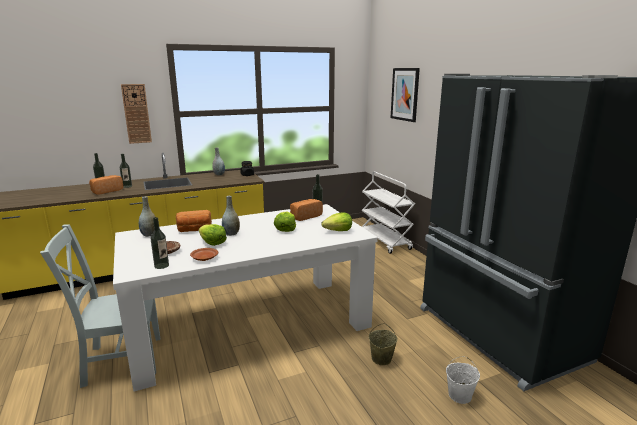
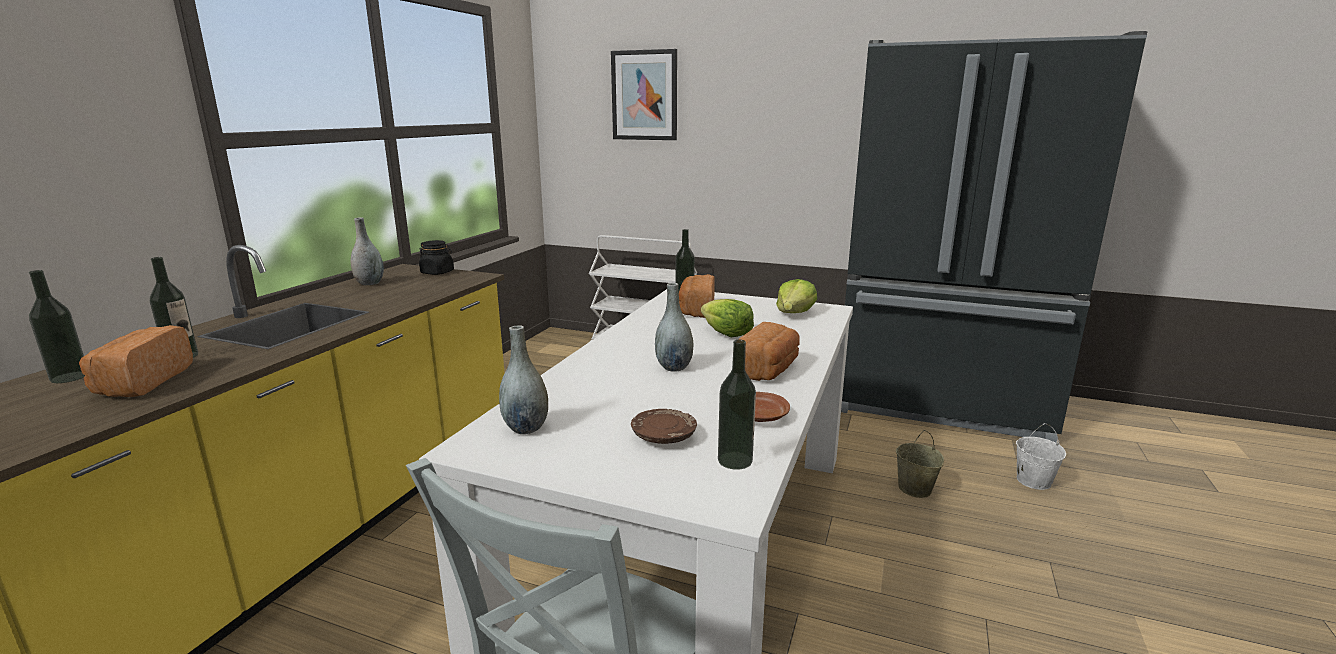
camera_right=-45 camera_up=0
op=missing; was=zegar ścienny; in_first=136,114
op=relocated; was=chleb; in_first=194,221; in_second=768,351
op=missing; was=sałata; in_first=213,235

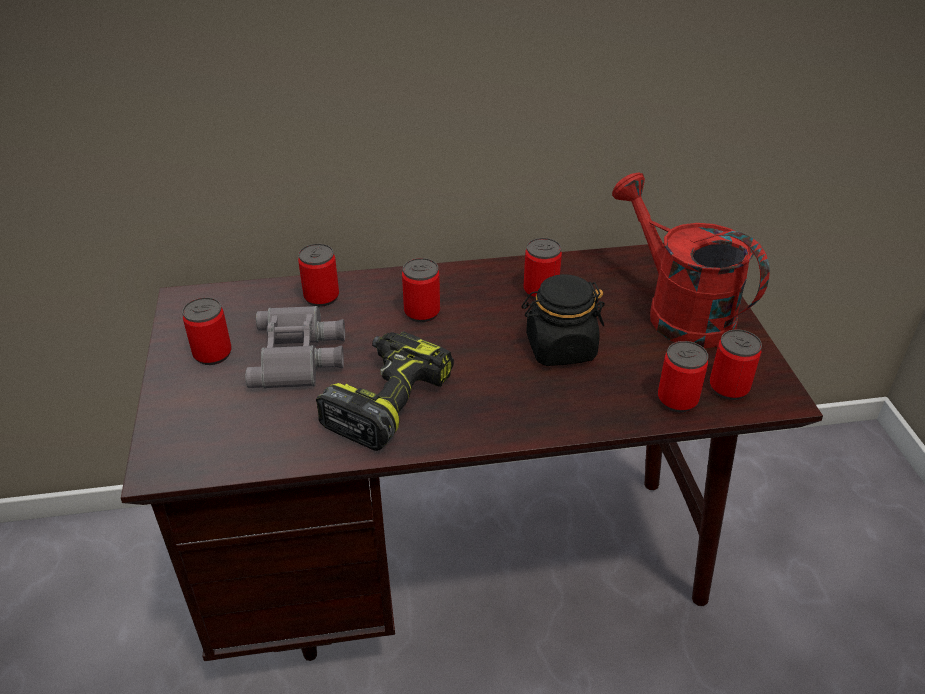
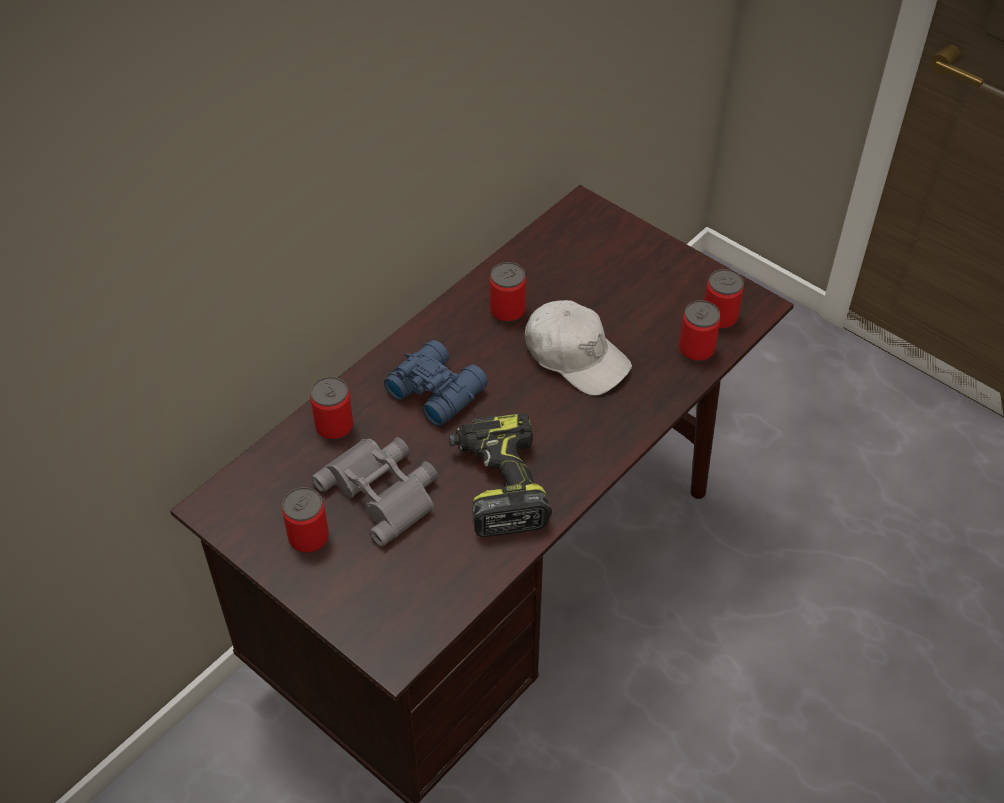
camera_right=-40 camera_up=10
op=missing; was=konewka/czerwony; in_first=691,260
op=exchanged; was=puszka; now=lornetka/niebieski; in_first=421,290; in_second=436,383
op=exchanged; was=słoik/czarny; now=czapka z daszkiem/biały; in_first=563,320; in_second=578,348

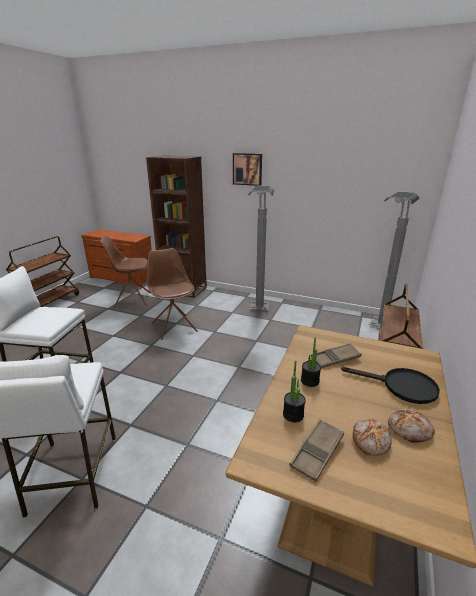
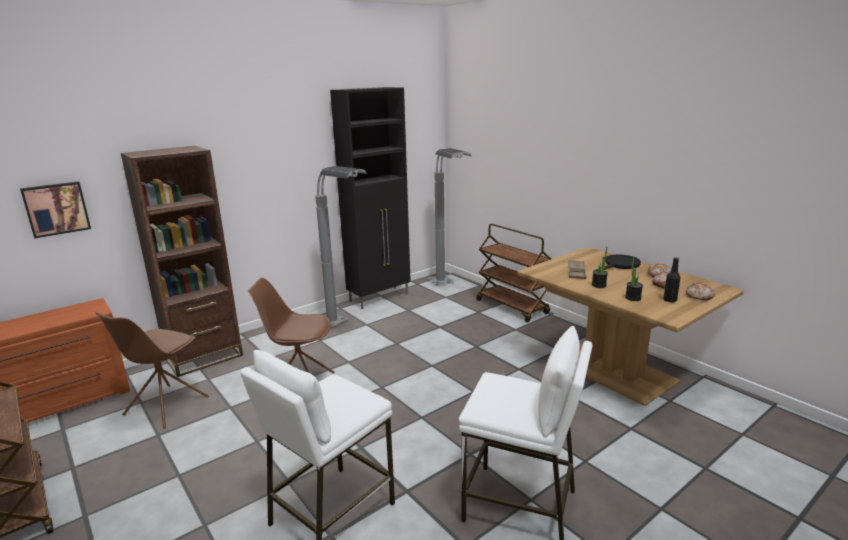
camera_right=-60 camera_up=-5
op=relocated; was=obraz; in_first=247,169; in_second=55,209
op=exchanged; was=taca/brązowy; now=butelka/czarny; in_first=316,450; in_second=671,279
op=appeared; now=szafka/czarny; in_second=370,198
op=appeared; now=chleb; in_second=700,291

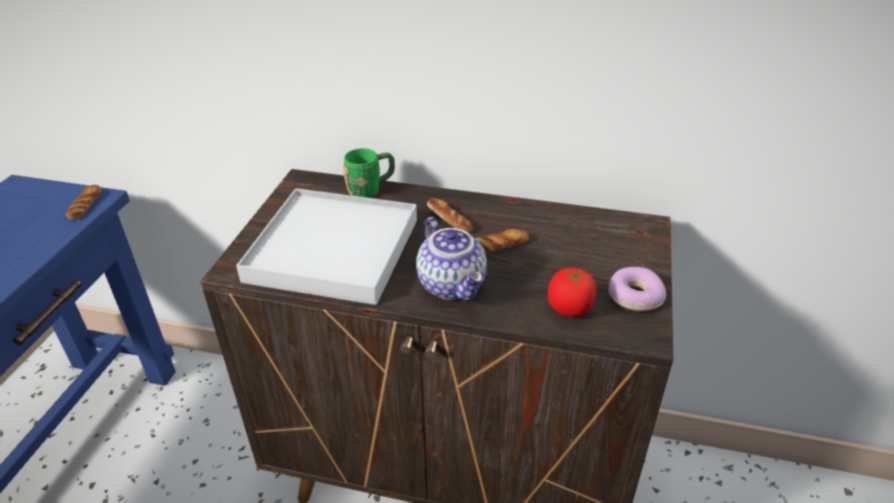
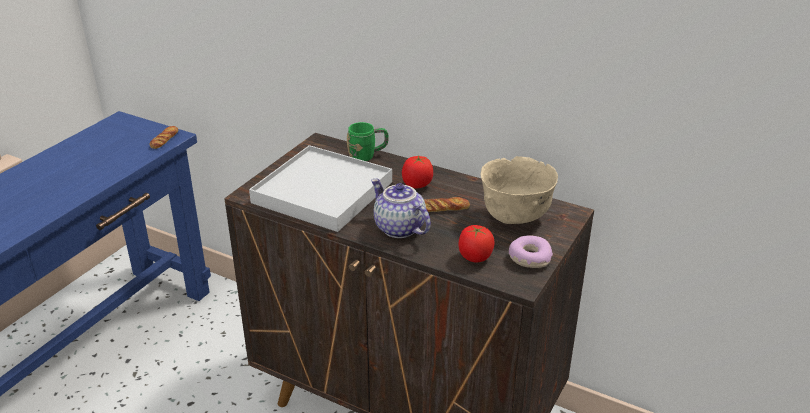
camera_right=15 camera_up=-5
op=exchanged; was=chleb; now=pomidor; in_first=450,215; in_second=417,171
op=spun; was=imbryk; in_first=451,259; in_second=401,208; clockwise=150
op=appeared; now=miska/beżowy; in_second=519,190

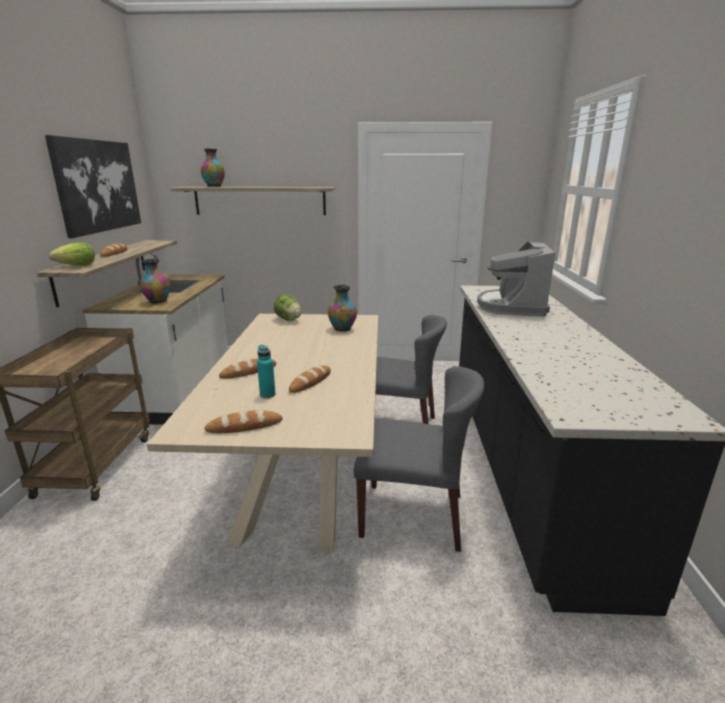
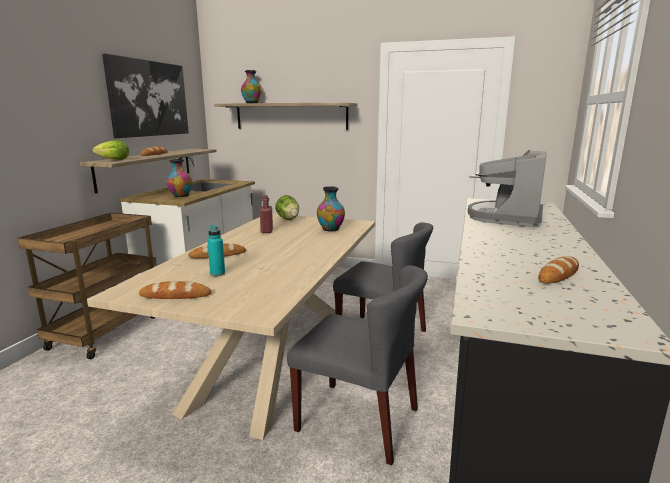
camera_right=15 camera_up=-5
op=relocated; was=chleb; in_first=310,379; in_second=558,270
op=appeared; now=butelka/czerwony; in_second=266,214

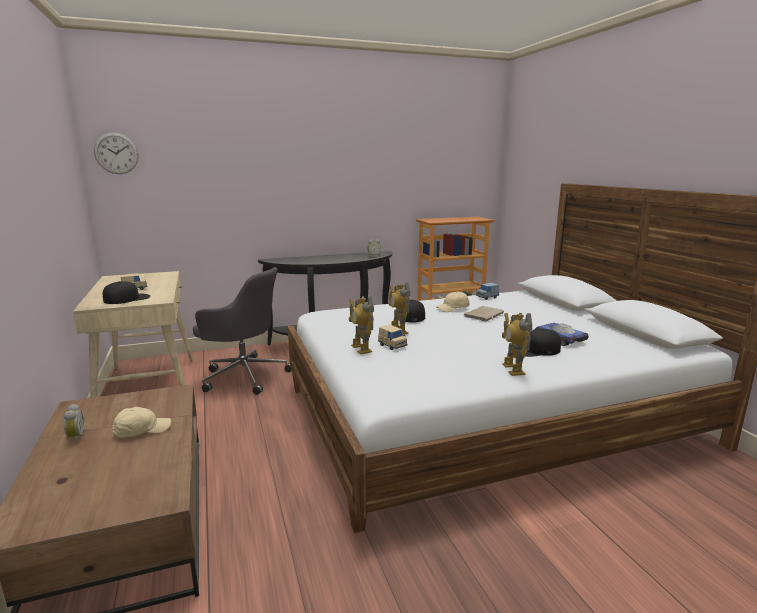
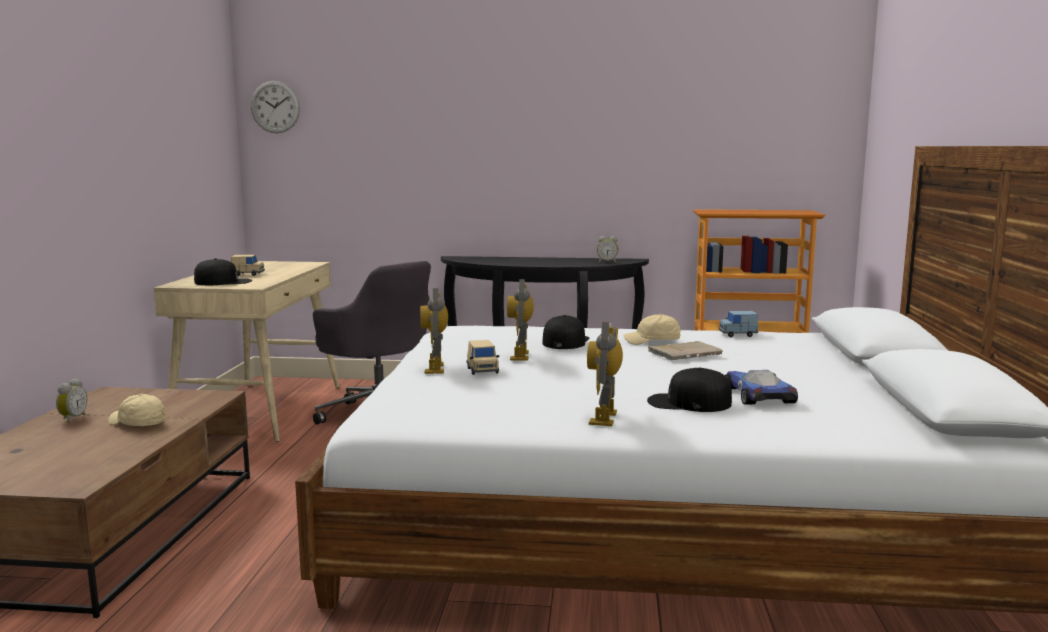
camera_right=25 camera_up=-5
op=spun; was=czapka z daszkiem/beżowy; in_first=141,422; in_second=137,410; clockwise=-150

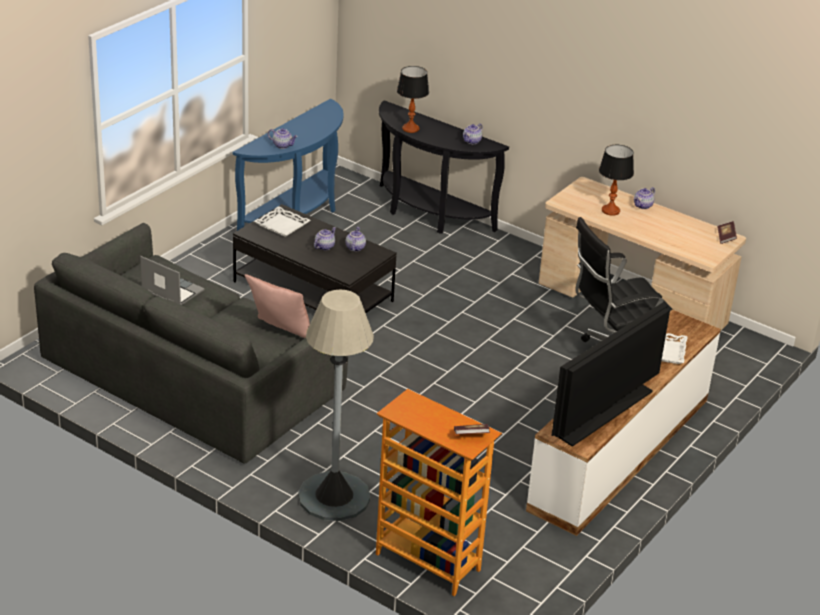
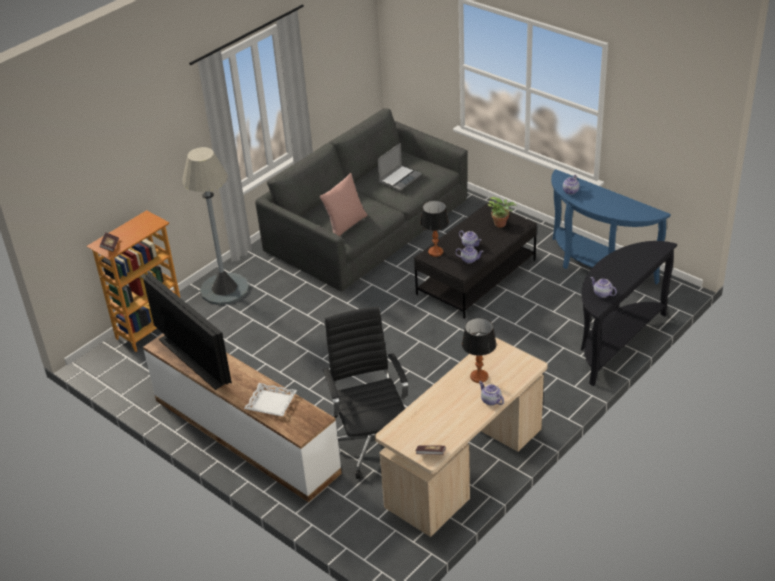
camera_right=100 camera_up=5
op=relocated; was=lampa stołowa; in_first=413,99; in_second=435,228
op=exchanged; was=taca/biały; now=roślina doniczkowa; in_first=282,221; in_second=502,212

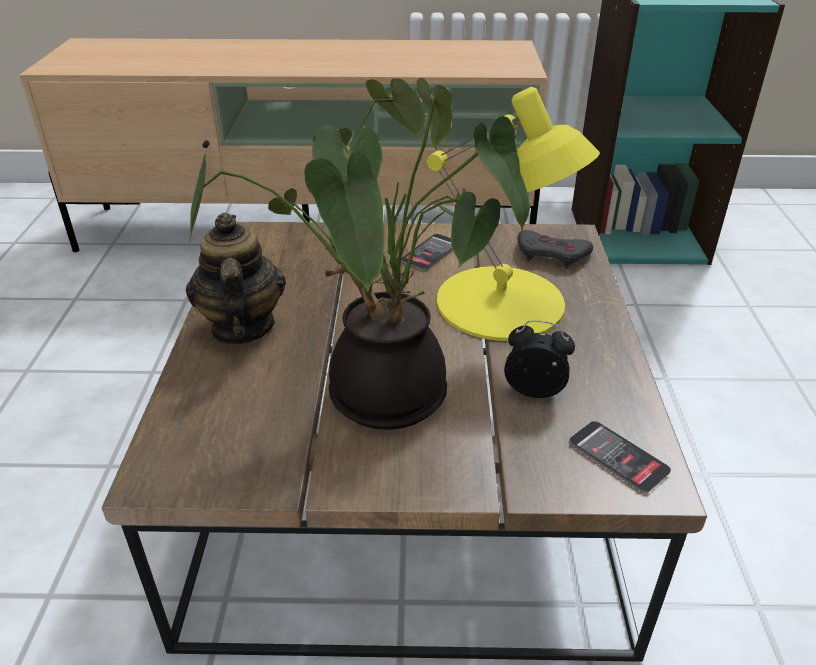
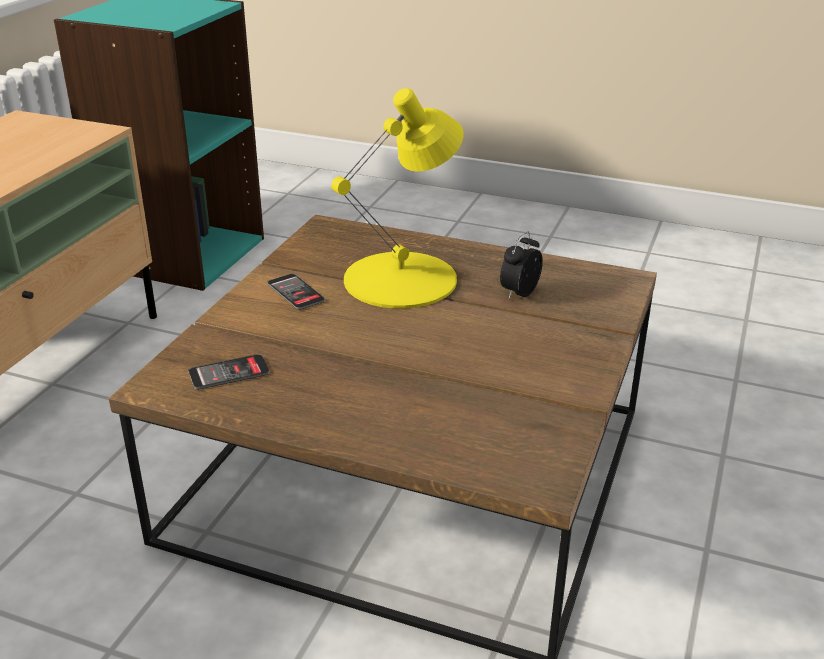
camera_right=-70 camera_up=-5
op=missing; was=roślina doniczkowa; in_first=359,254
op=missing; was=imbryk; in_first=236,279
op=missing; was=pad do gier/szary; in_first=555,249
op=relocated; was=telefon; in_first=620,457; in_second=229,372

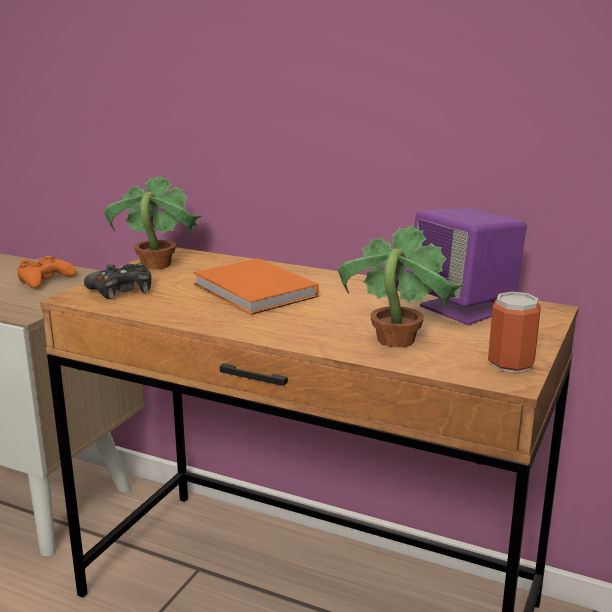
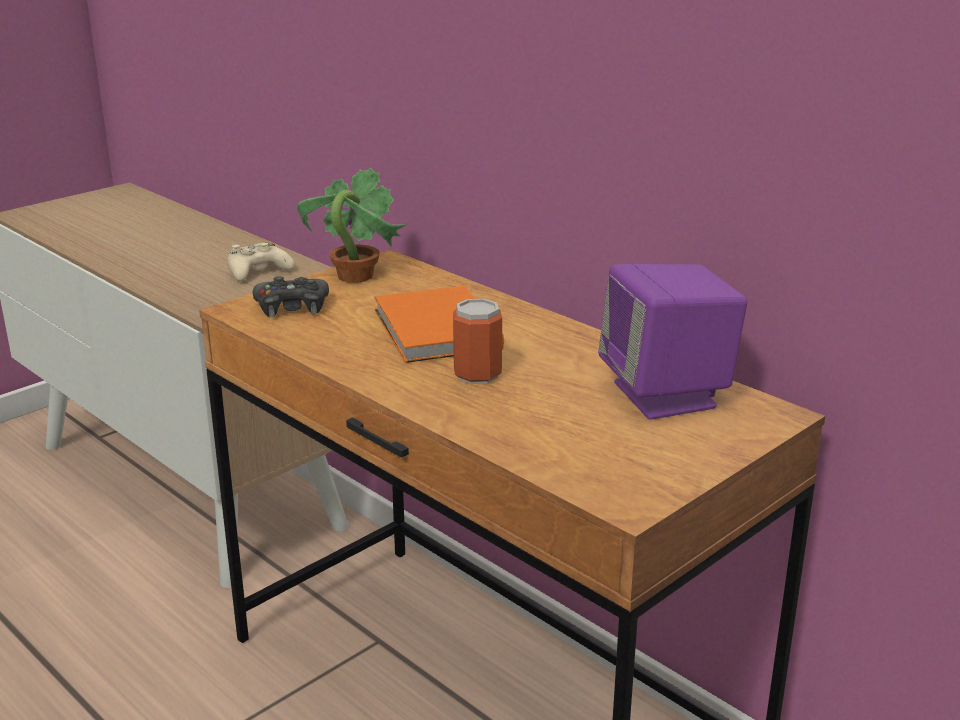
camera_right=20 camera_up=5
op=missing; was=roślina doniczkowa; in_first=401,286
op=colour; was=pad do gier/pomarańczowy; now=pad do gier/beżowy; in_first=47,272; in_second=261,261
op=relocated; was=puszka; in_first=514,332; in_second=477,341

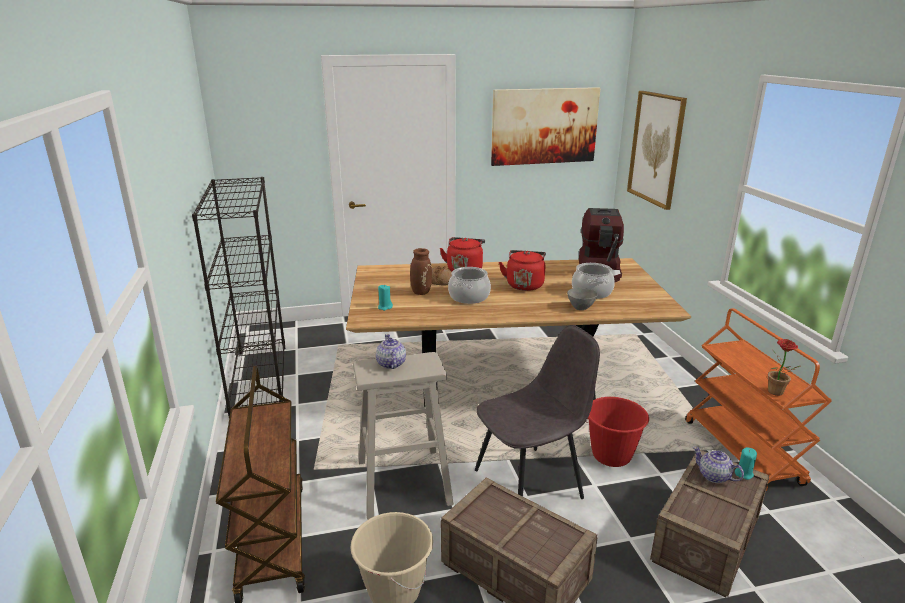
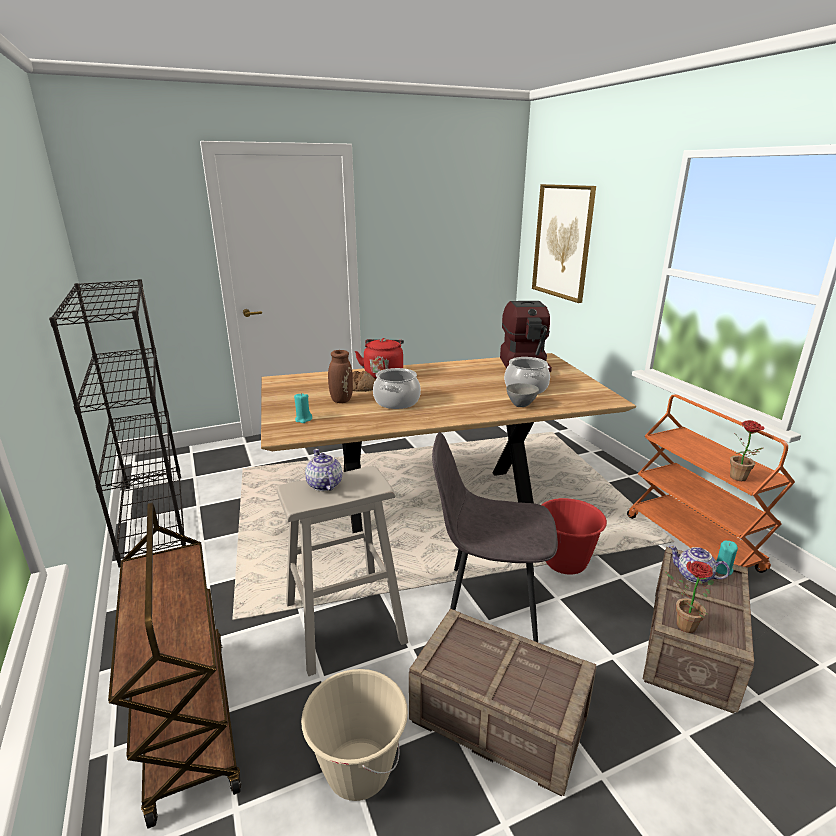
camera_right=-10 camera_up=0
op=missing; was=obraz; in_first=545,126
op=missing; was=czajnik/czerwony; in_first=522,270
op=spun; was=krzesło/szary; in_first=537,412; in_second=495,537; clockwise=-135
op=appeared; now=roślina doniczkowa; in_second=689,597

